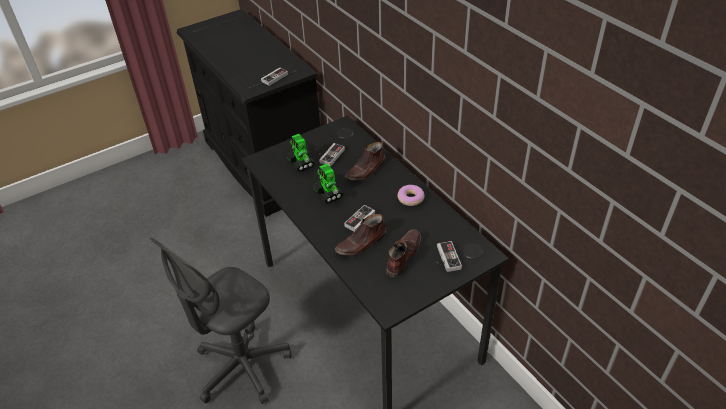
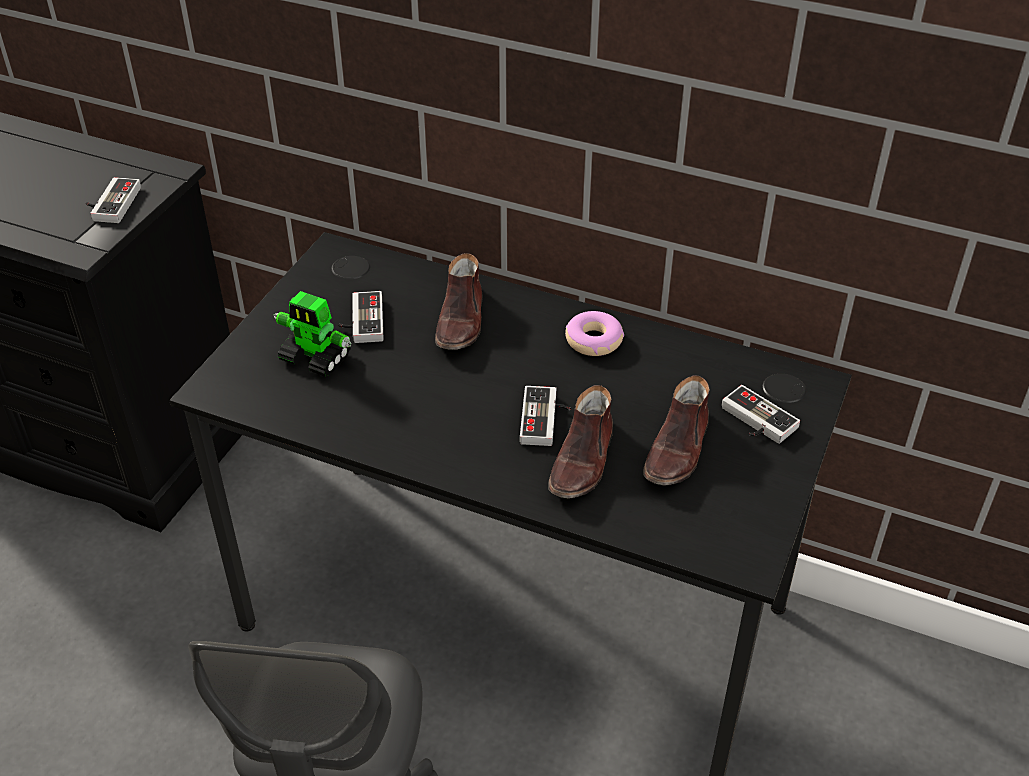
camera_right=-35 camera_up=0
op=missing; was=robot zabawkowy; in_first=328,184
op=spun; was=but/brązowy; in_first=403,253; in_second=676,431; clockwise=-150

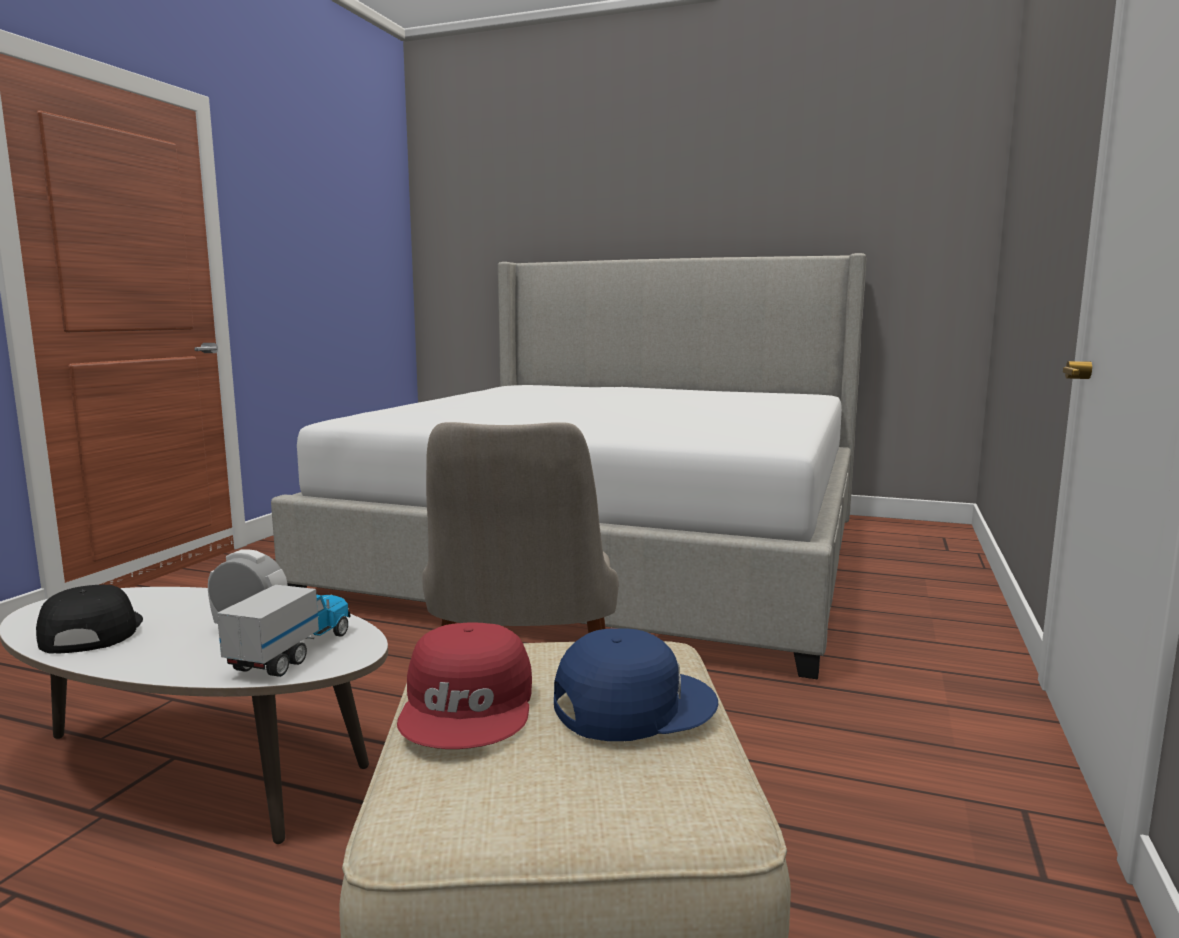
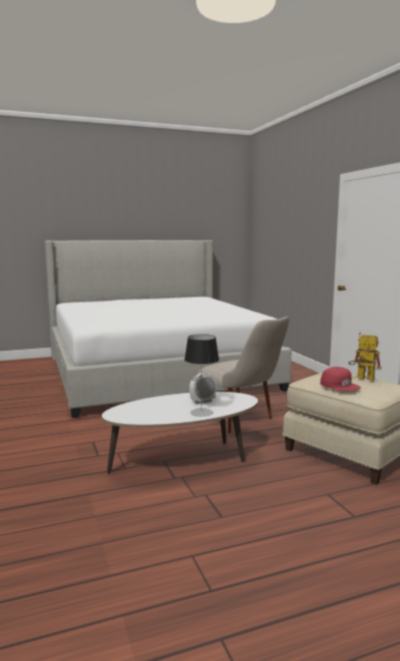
camera_right=-40 camera_up=0
op=missing; was=czapka z daszkiem/czarny; in_first=89,619
op=missing; was=ciężarówka zabawkowa; in_first=284,631
op=exchanged; was=czapka z daszkiem/niebieski; now=robot zabawkowy; in_first=636,684; in_second=365,357
op=appeared; now=lampa stołowa; in_second=201,375

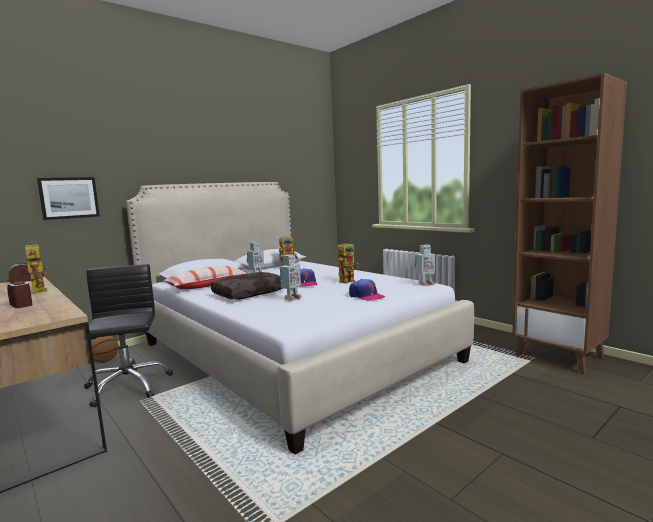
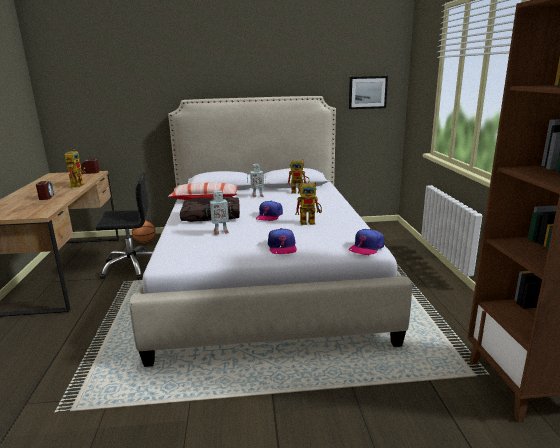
camera_right=35 camera_up=10
op=relocated; was=obraz; in_first=68,198; in_second=368,92
op=exchanged; was=robot zabawkowy; now=czapka z daszkiem; in_first=425,265; in_second=366,242
op=spun; was=krzesło biurowe/czarny; in_first=128,335; in_second=124,226; clockwise=60

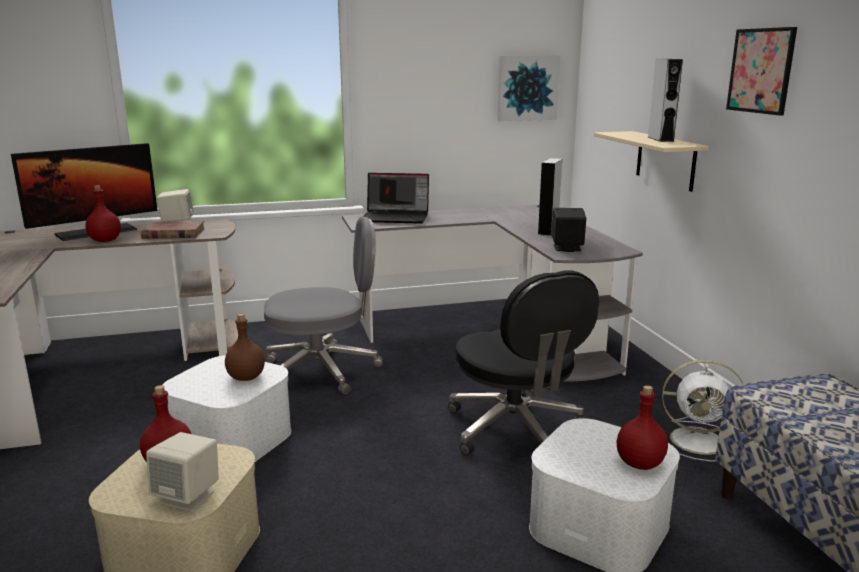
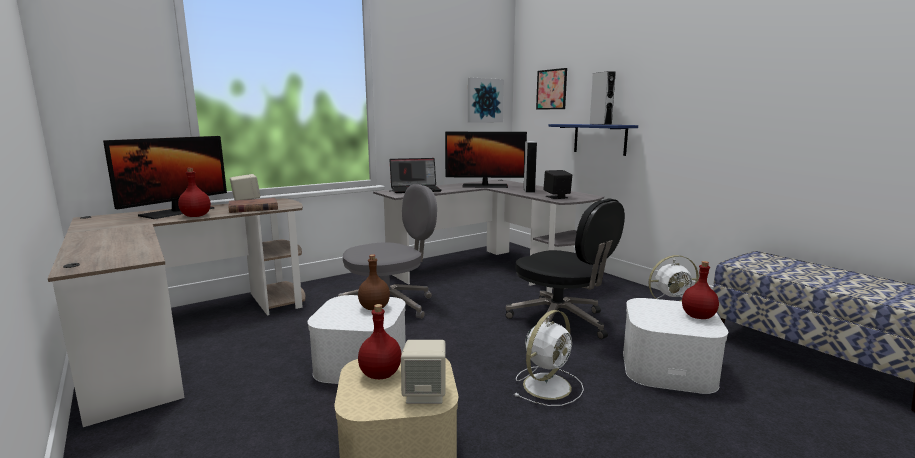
camera_right=-20 camera_up=-5
op=relocated; was=obraz; in_first=761,71; in_second=551,89
op=colour; was=półka/beżowy; now=półka/niebieski; in_first=651,161; in_second=593,140
op=appeared; now=monitor; in_second=486,160
op=appeared; now=wentylator/biały; in_second=549,358

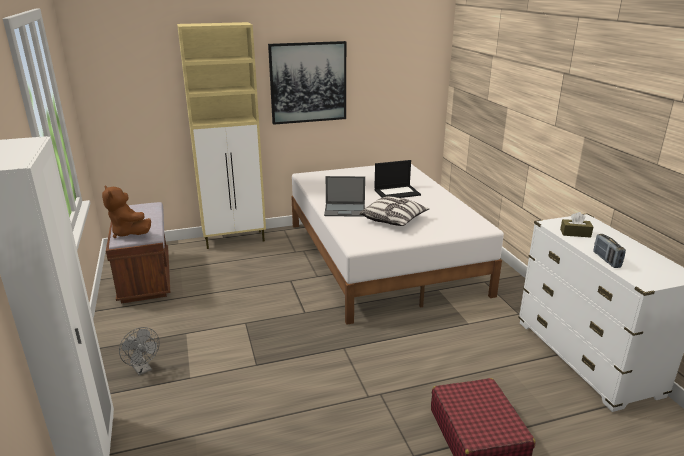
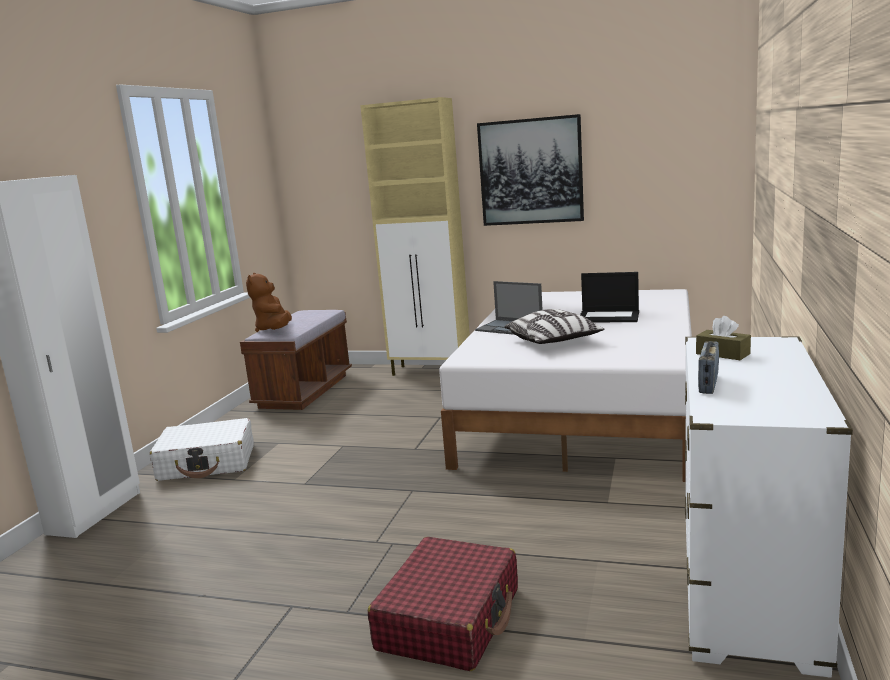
camera_right=35 camera_up=-10
op=exchanged; was=wentylator/szary; now=walizka/biały; in_first=139,351; in_second=202,449

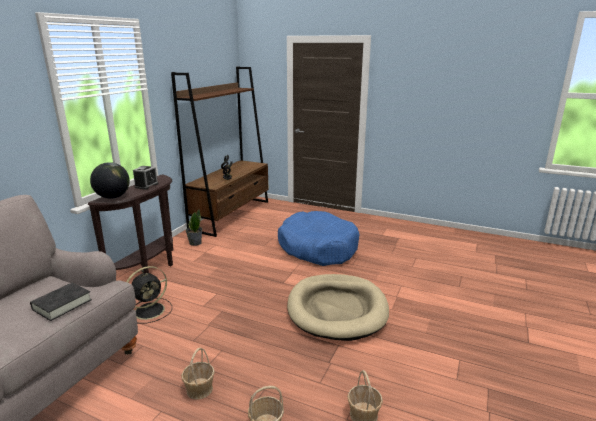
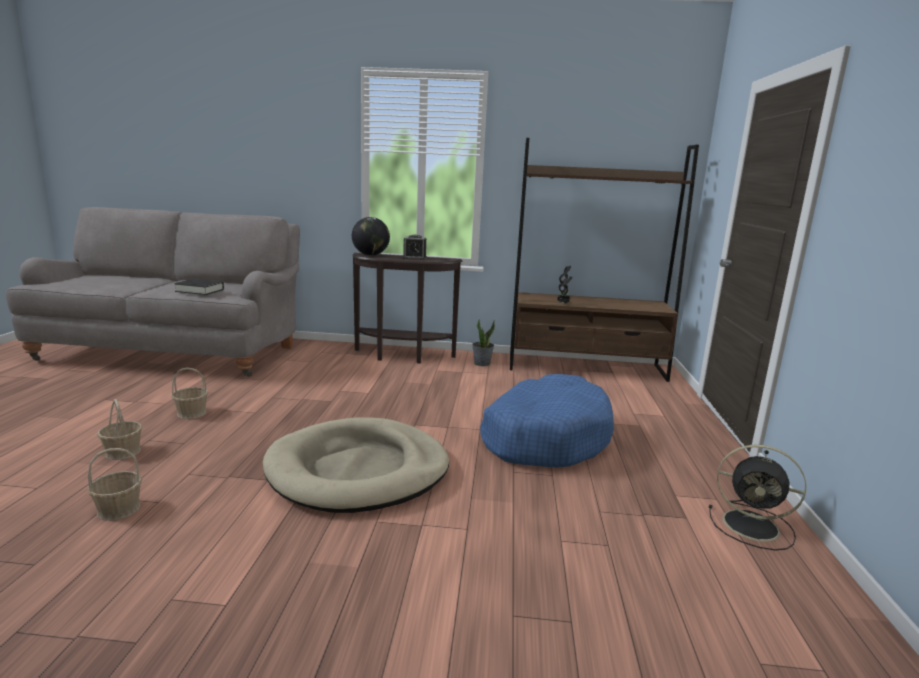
camera_right=70 camera_up=-5
op=relocated; was=wentylator/czarny; in_first=149,295; in_second=757,498

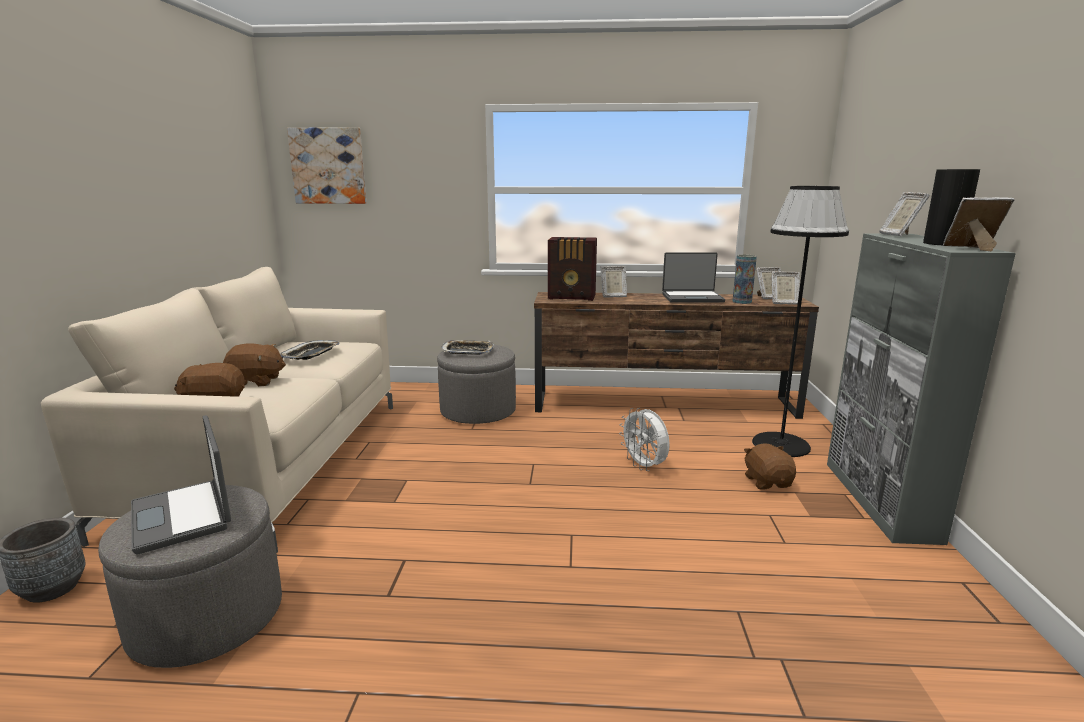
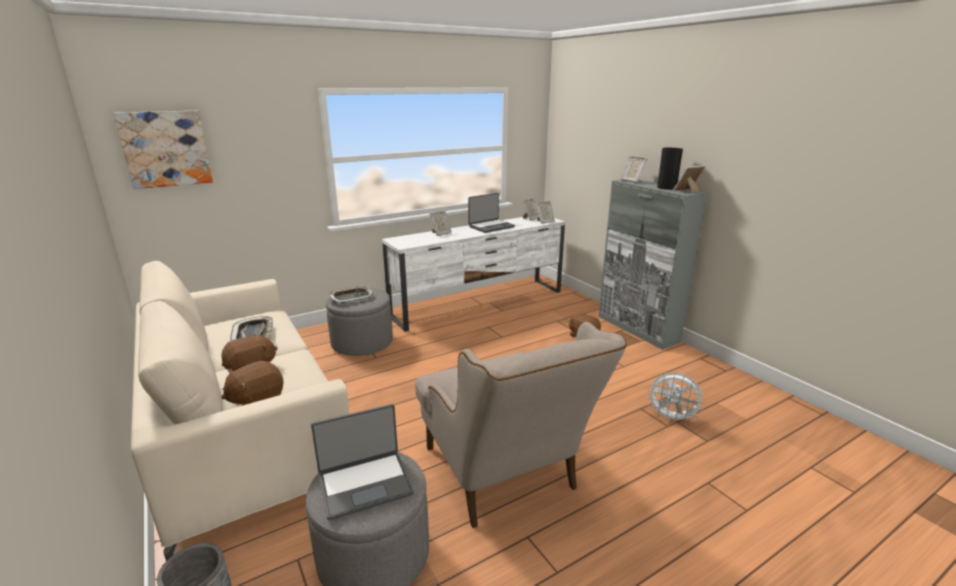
camera_right=-35 camera_up=5
op=missing; was=lampa stojąca/czarny; in_first=800,321
op=missing; was=radio; in_first=572,269
op=missing; was=wazon; in_first=744,279
op=colour; was=szafka pod telewizor/brązowy; now=szafka pod telewizor/biały; in_first=676,355; in_second=473,274
op=relocated; was=wentylator/biały; in_first=644,439; in_second=675,398
op=spun; was=laptop; in_first=181,485; in_second=362,462; clockwise=-45
op=appeared; now=fotel/beżowy; in_second=521,425

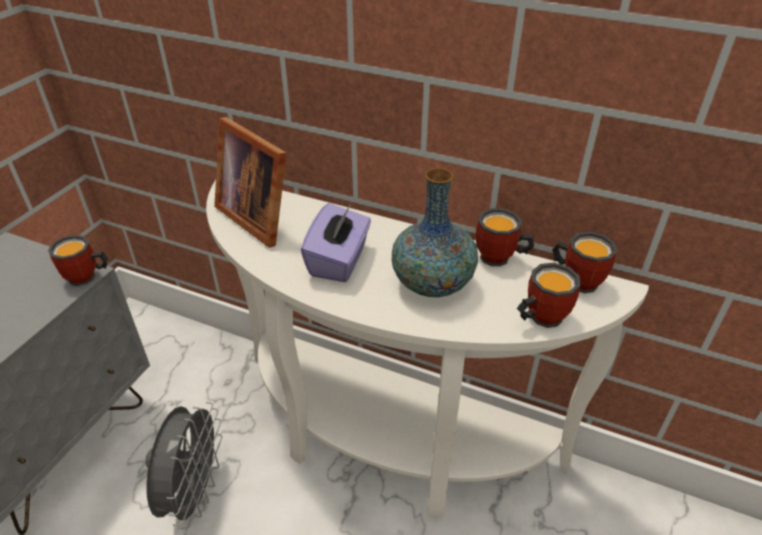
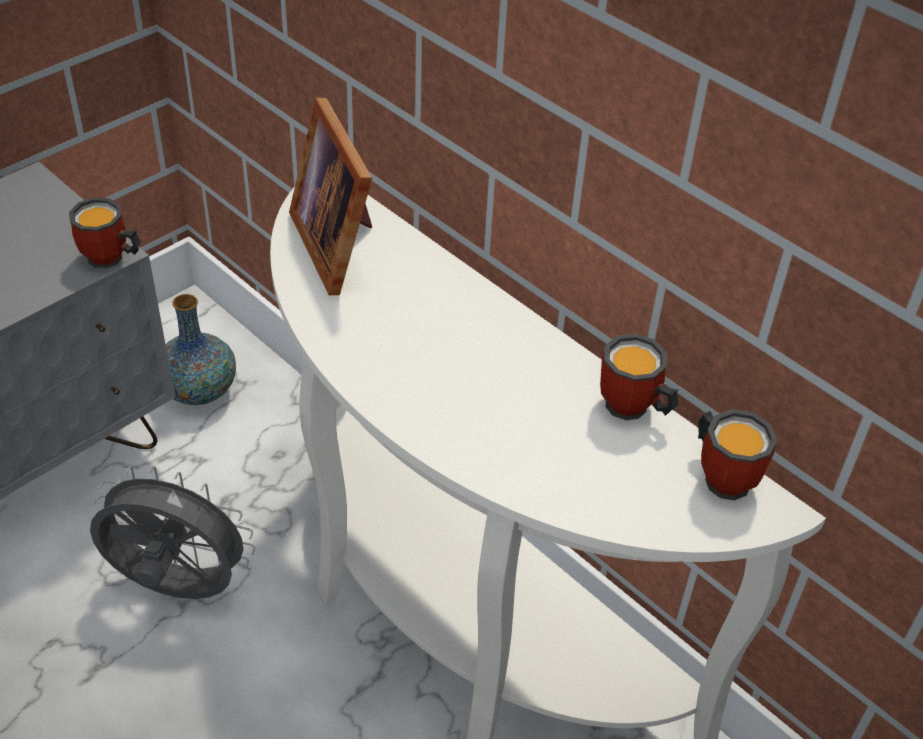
camera_right=20 camera_up=5
op=relocated; was=wazon; in_first=435,232; in_second=201,349
op=missing; was=pudełko chusteczek/fioletowy; in_first=336,242
op=missing; was=kubek; in_first=549,295
op=spun; was=wentylator/szary; in_first=183,465; in_second=172,532; clockwise=-105

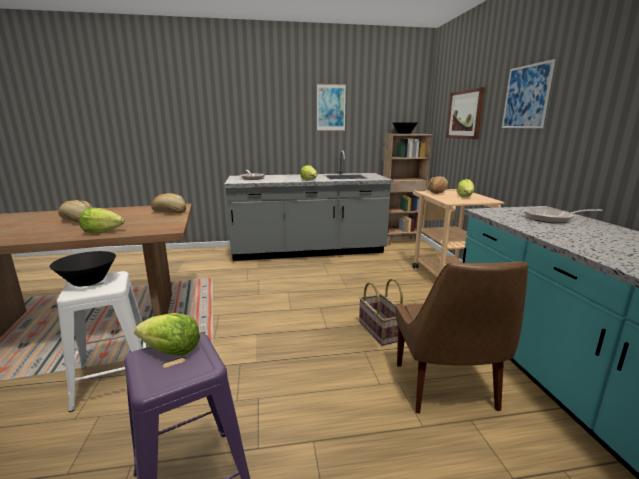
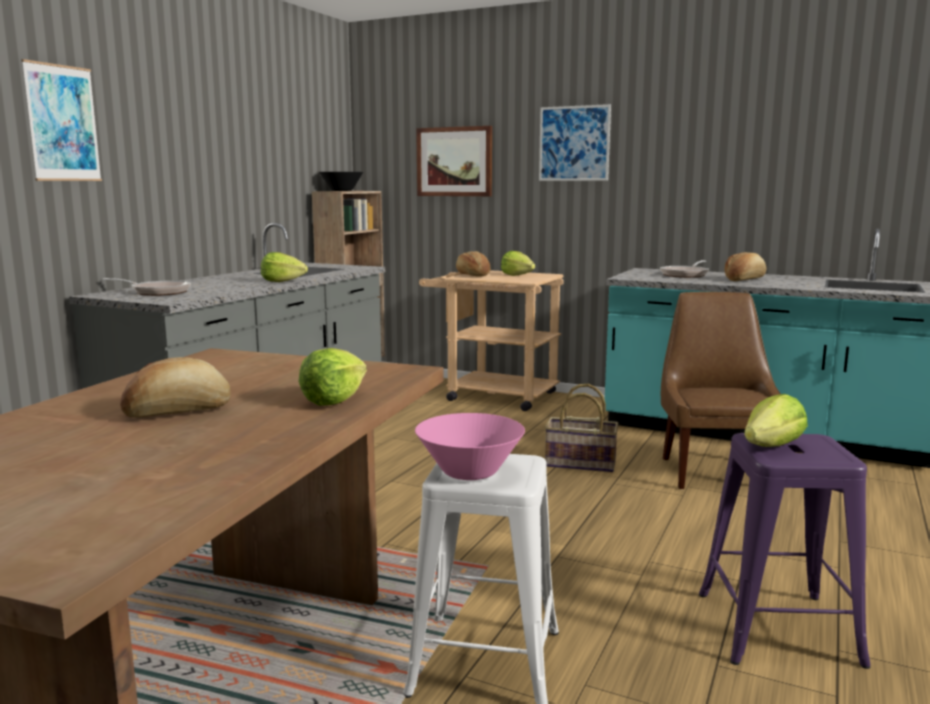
camera_right=-55 camera_up=-5
op=relocated; was=obraz; in_first=331,107; in_second=61,120
op=relocated; was=chleb; in_first=168,203; in_second=745,266
op=colour; was=miska/czarny; now=miska/różowy; in_first=83,268; in_second=470,446
op=spun; was=krzesło/brązowy; in_first=461,338; in_second=721,390; clockwise=-120

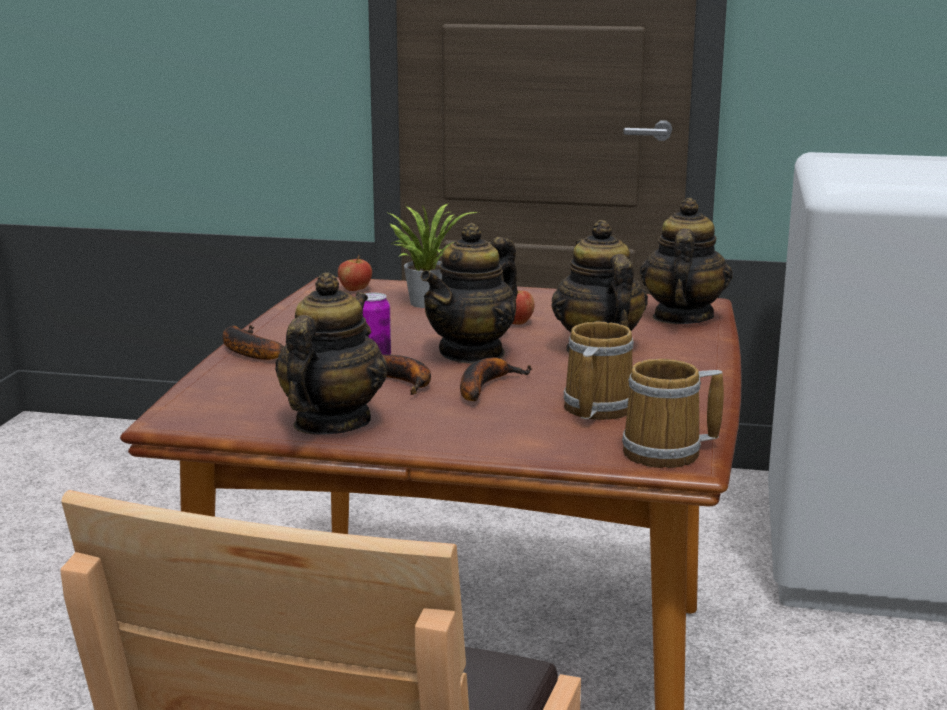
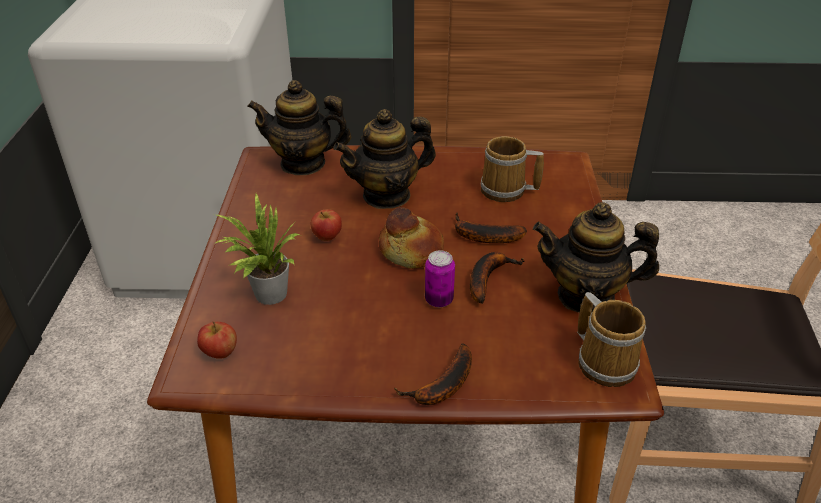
camera_right=-100 camera_up=20
op=exchanged; was=imbryk; now=chleb; in_first=469,293; in_second=411,238
op=relocated; was=kubek; in_first=673,413; in_second=611,339

